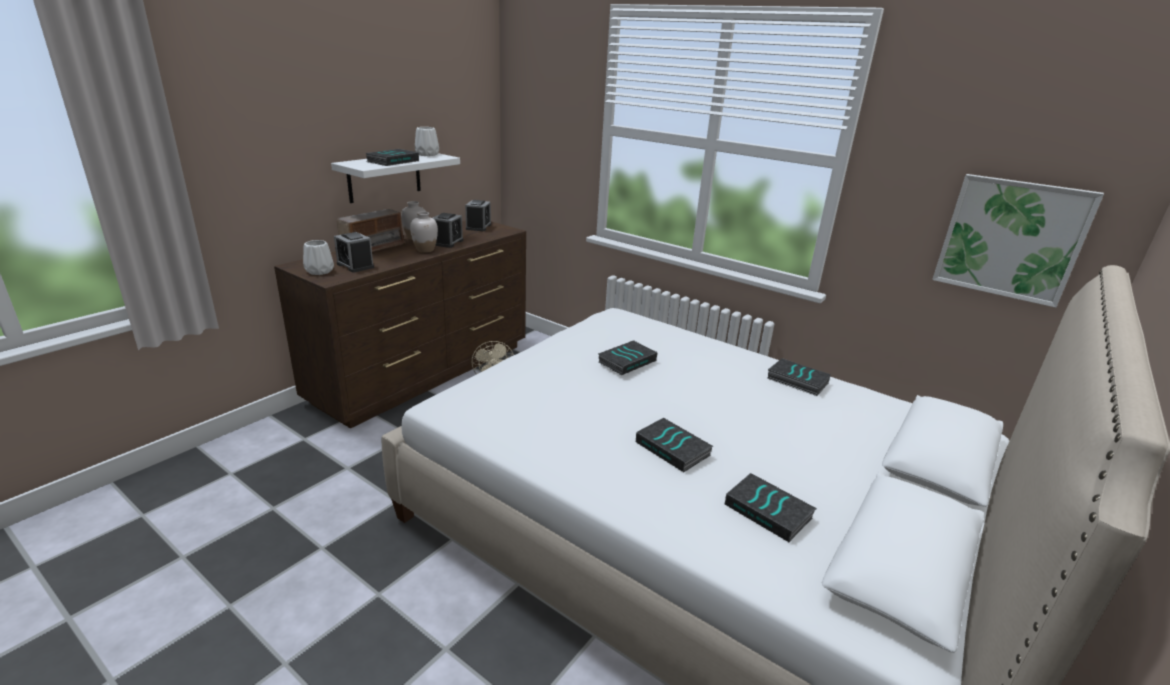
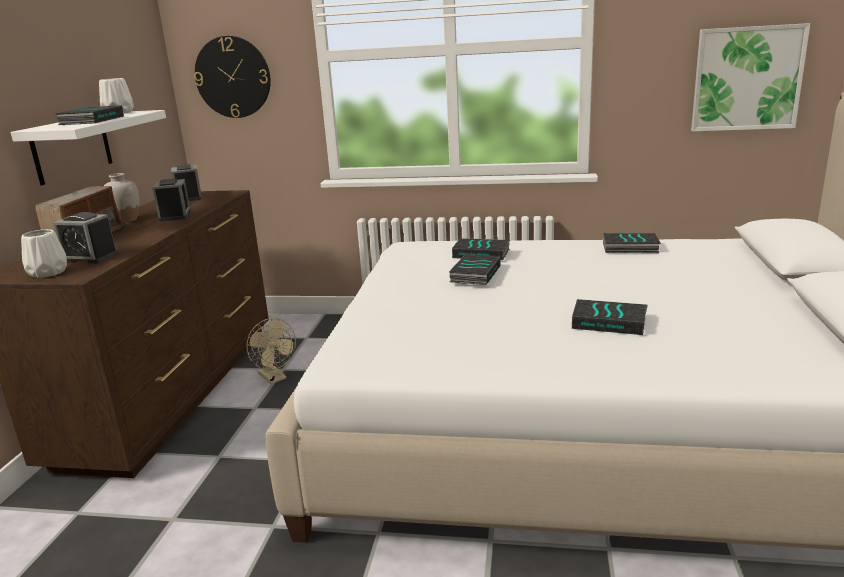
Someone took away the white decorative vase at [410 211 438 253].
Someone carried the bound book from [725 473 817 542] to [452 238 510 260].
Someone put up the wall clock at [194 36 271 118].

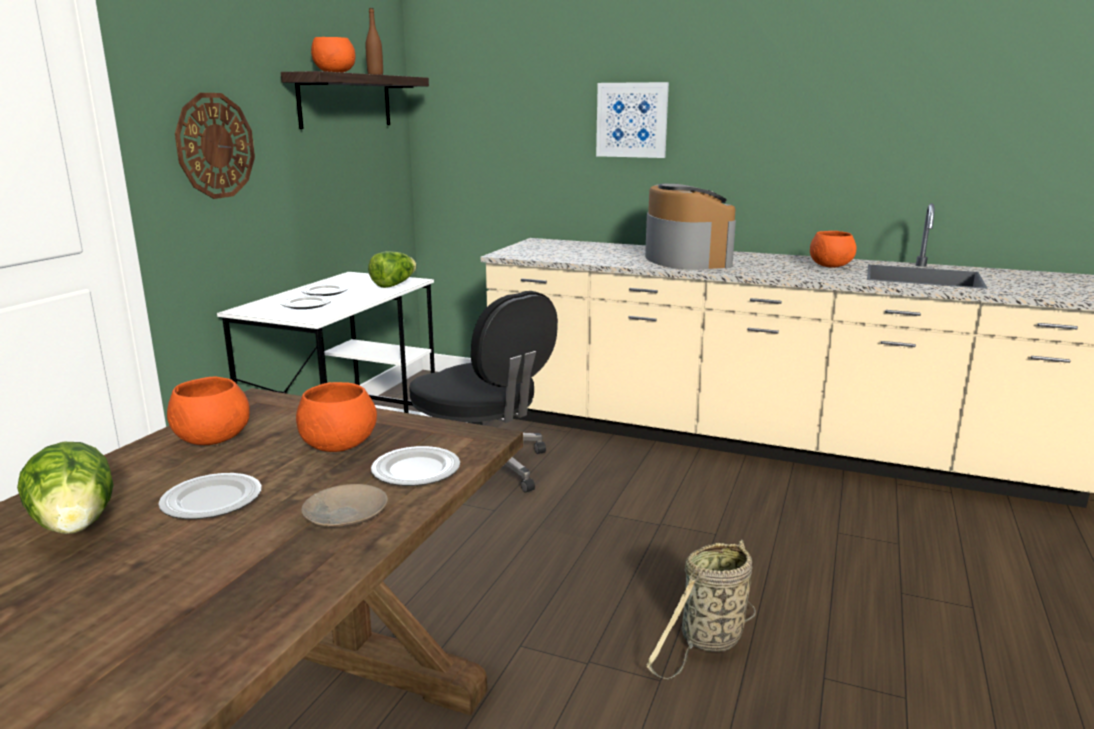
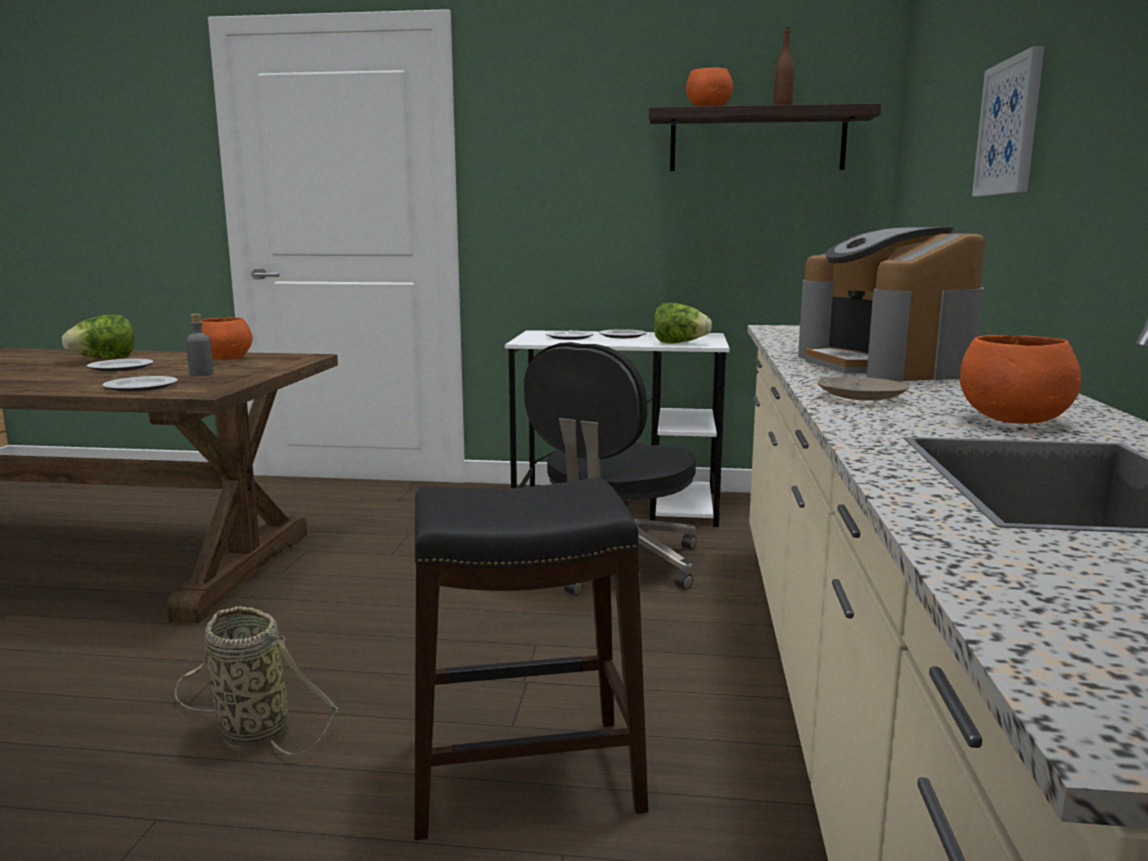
Someone took away the wall clock at [175 93 255 199].
Someone rotated the coffee brewer at [645 183 736 270] by 105 degrees clockwise.
Someone swapped the orangey serving bowl at [296 382 377 452] for the grey beverage bottle at [186 314 213 376].
Someone carried the sand-coloured flat dish from [301 484 388 527] to [817 377 909 401].
Someone put down the black stool at [414 477 648 840].

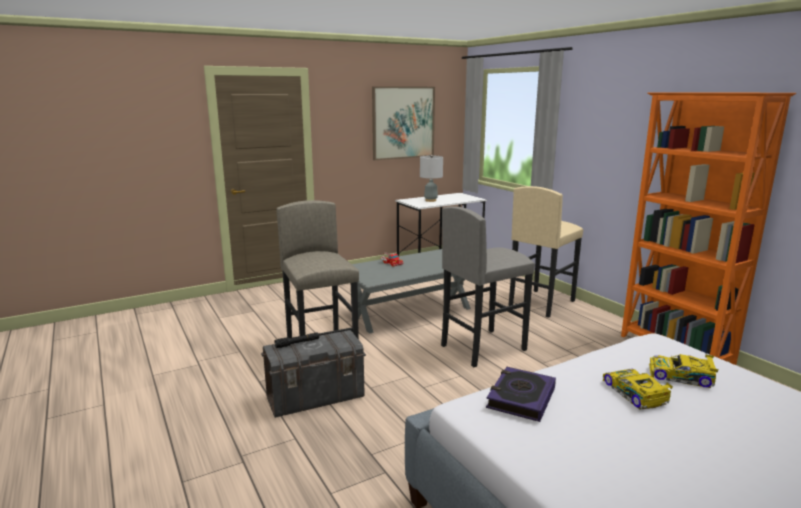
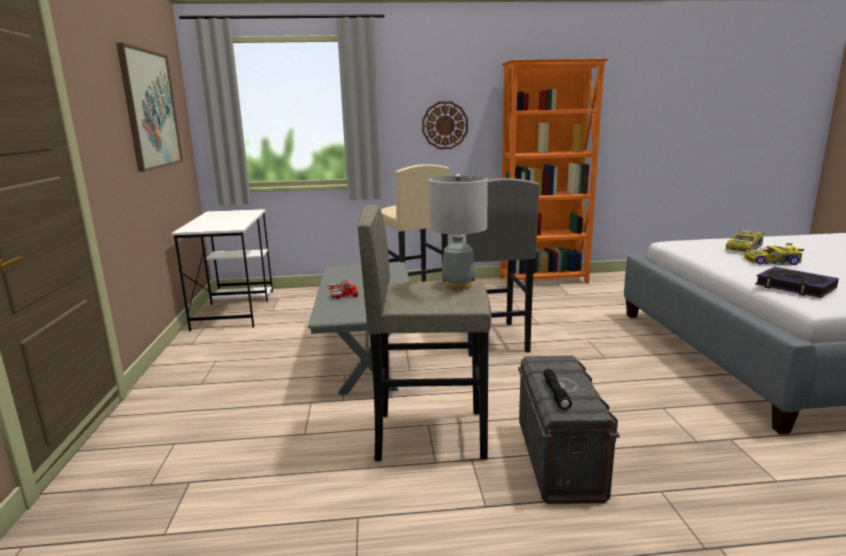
Someone carried the grey table lamp from [420 155 443 202] to [429 174 488 290].
Someone put up the wall clock at [422 101 468 149].

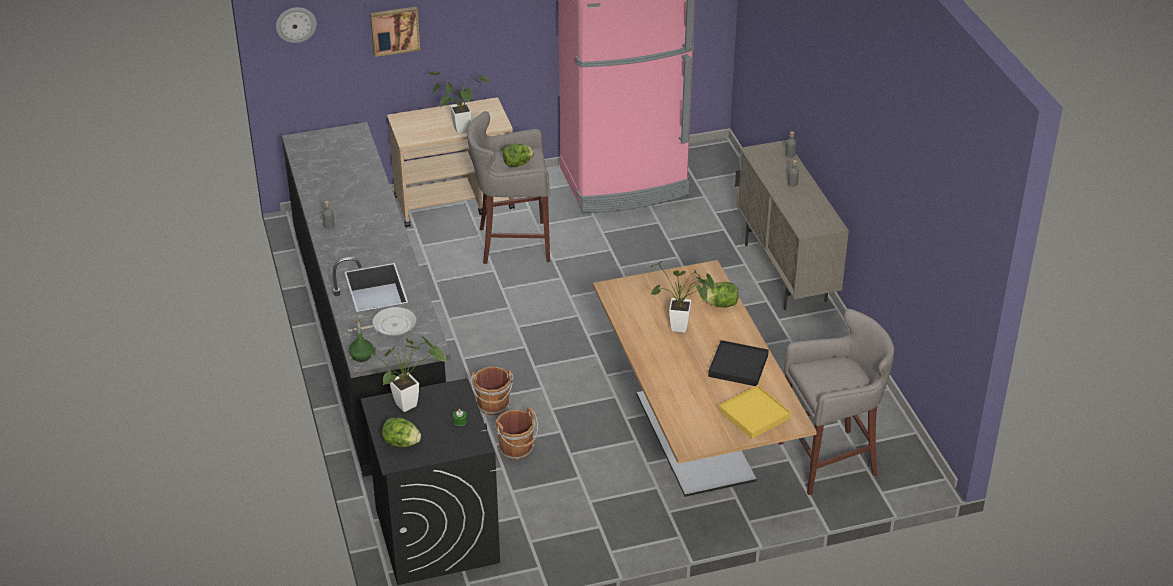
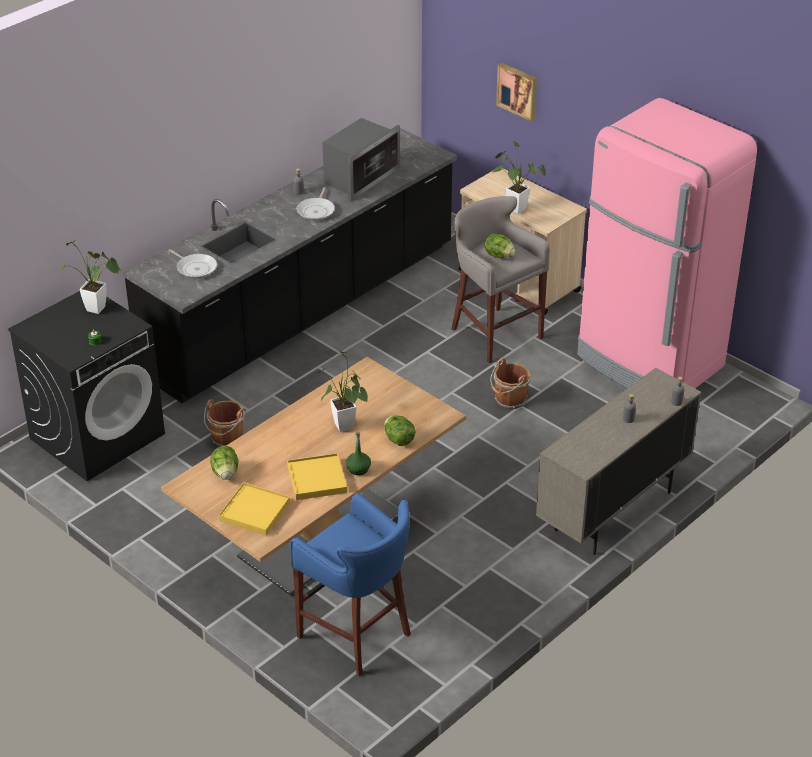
Someone took away the wall clock at [276 7 317 43].
Someone repainted the grey stool at [779 309 894 495], which became the blue-coloured stool at [290 493 411 676].
Someone carried the green-coloured beverage bottle from [349 319 374 362] to [346 432 371 475].
Someone repainted the black tray at [708 340 769 386], which became the yellow-coloured tray at [287 453 347 500].
Someone carried the brown pail from [471 366 513 415] to [490 358 531 409].
Someone carried the head of lettuce from [382 417 421 447] to [210 446 239 480].
Someone put down the microwave oven at [322 118 400 202].
Someone put down the skillet at [296 187 335 221].

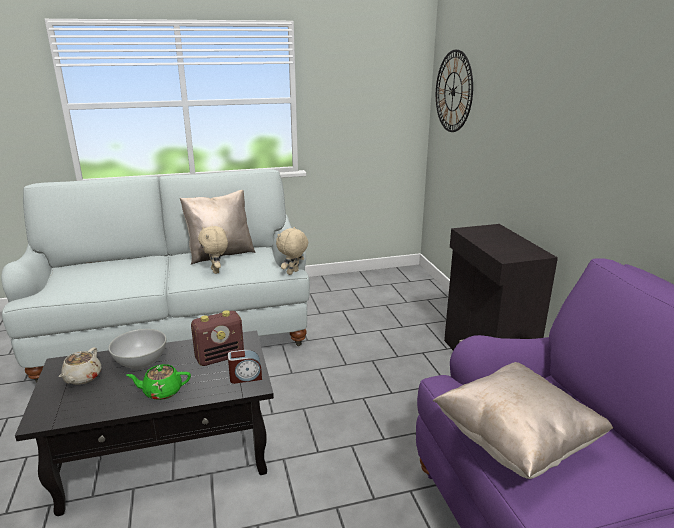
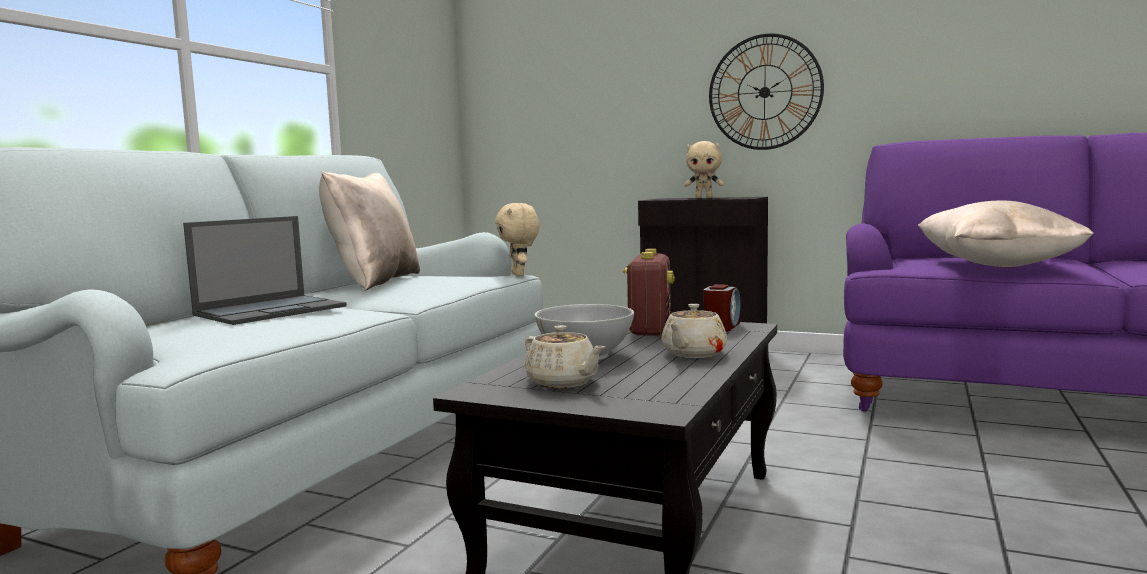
Someone carried the wall clock from [436 49 473 132] to [709 33 824 150].
Someone carried the sand-coloured plush toy from [198 226 228 274] to [684 141 724 198].
Someone repainted the green-coloured tea pot at [126 364 191 400], which became the sand-coloured tea pot at [661 304 727 358].
Someone put down the notebook computer at [183 216 347 325].

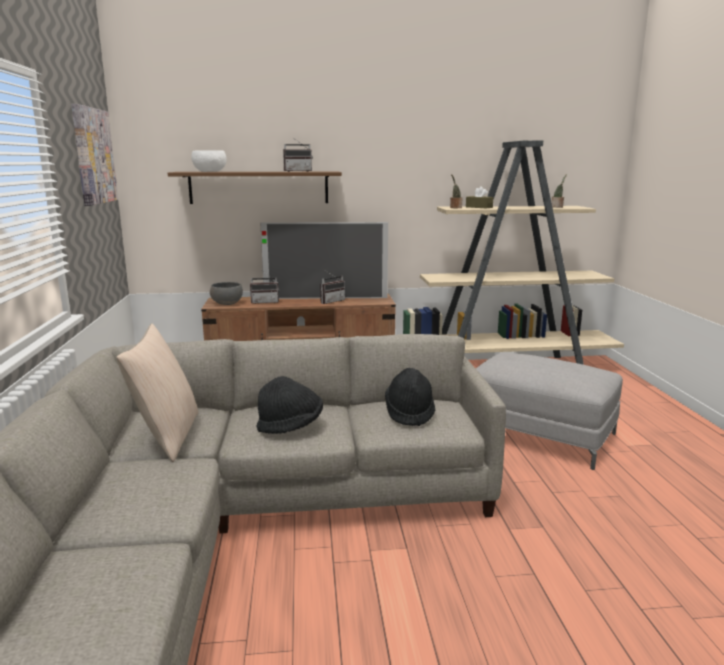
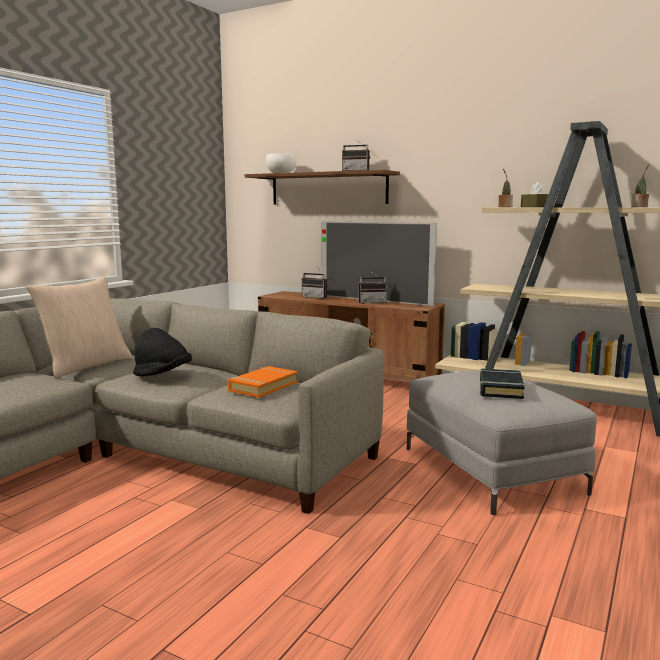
Someone took away the wall art at [71 104 118 206].
Someone took away the grey serving bowl at [210 282 243 305].
Someone swapped the black wearable hat at [385 368 435 426] for the orangey bound book at [228 366 298 398].
Someone put down the black bound book at [479 368 525 399].

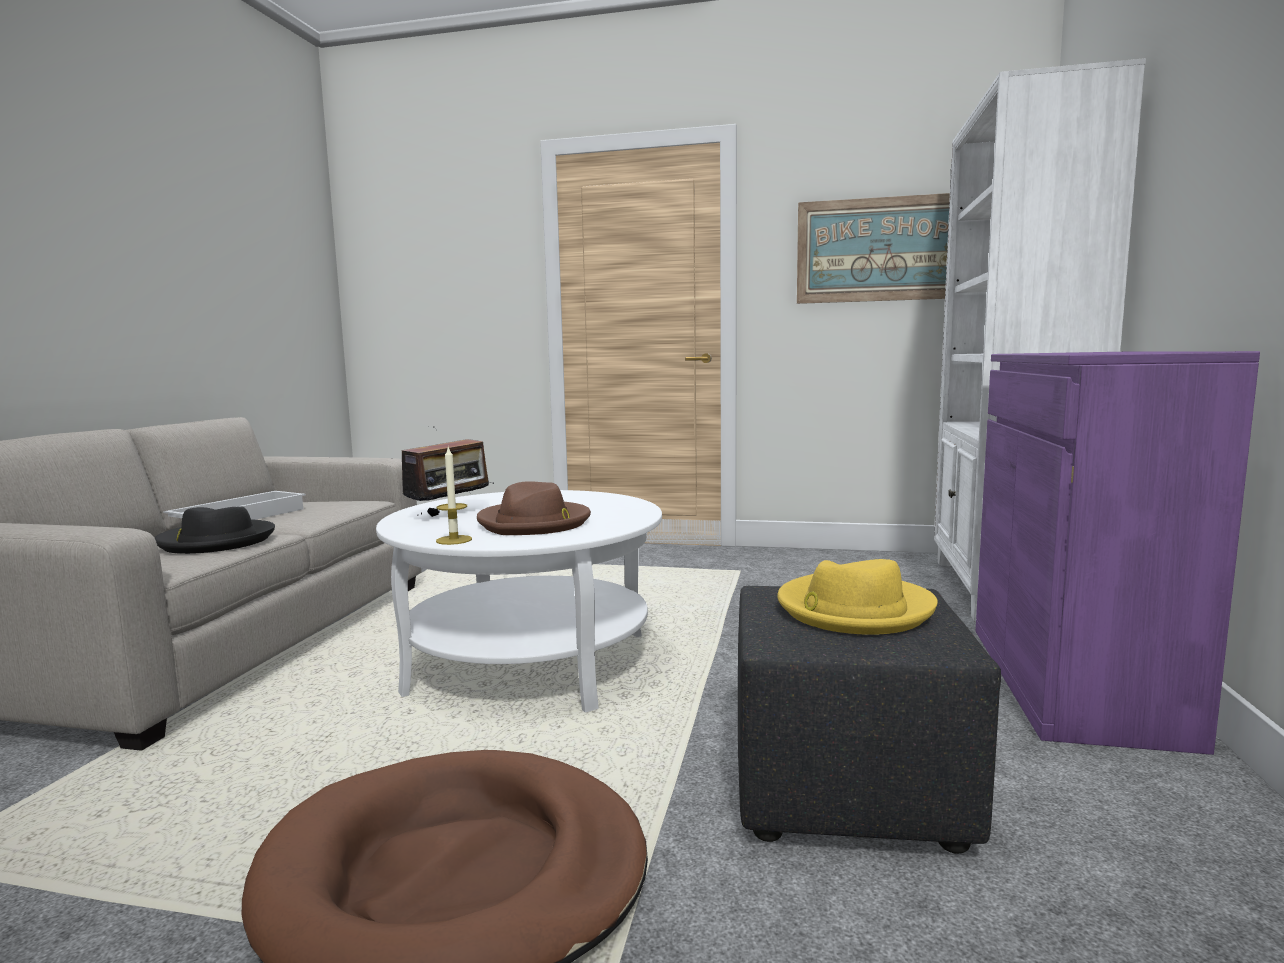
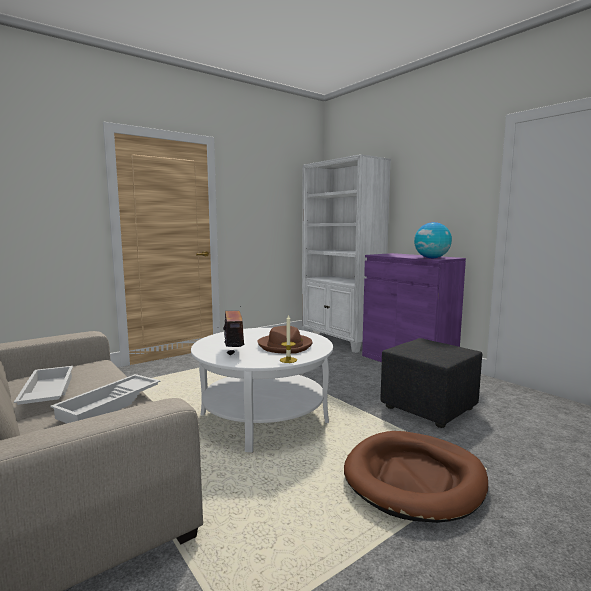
Someone took away the wall art at [797 193 950 304].
Someone swapped the black wearable hat at [155 506 275 554] for the white tray at [50 374 161 423].
Someone took away the yellow-coloured wearable hat at [777 559 938 635].
Someone put down the world globe at [414 222 452 258].

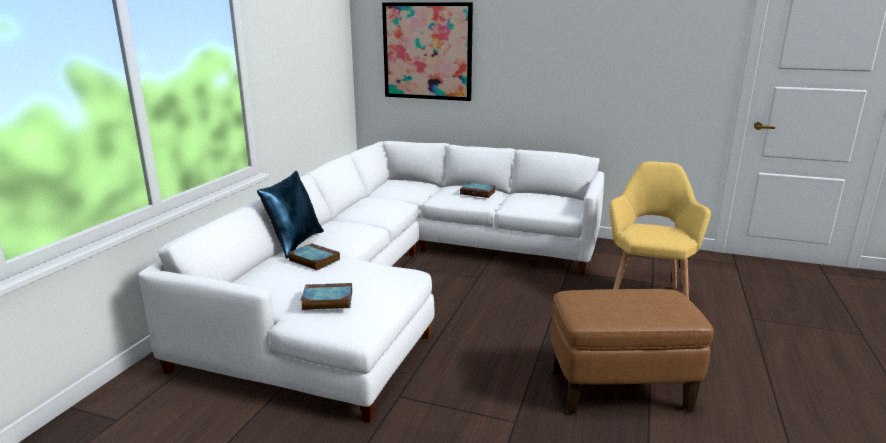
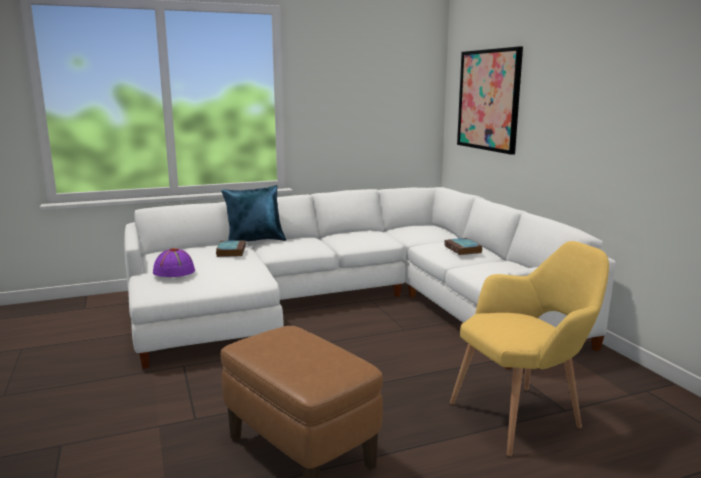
Someone swapped the bound book at [301 283 352 310] for the purple-coloured wearable hat at [153 248 195 277].

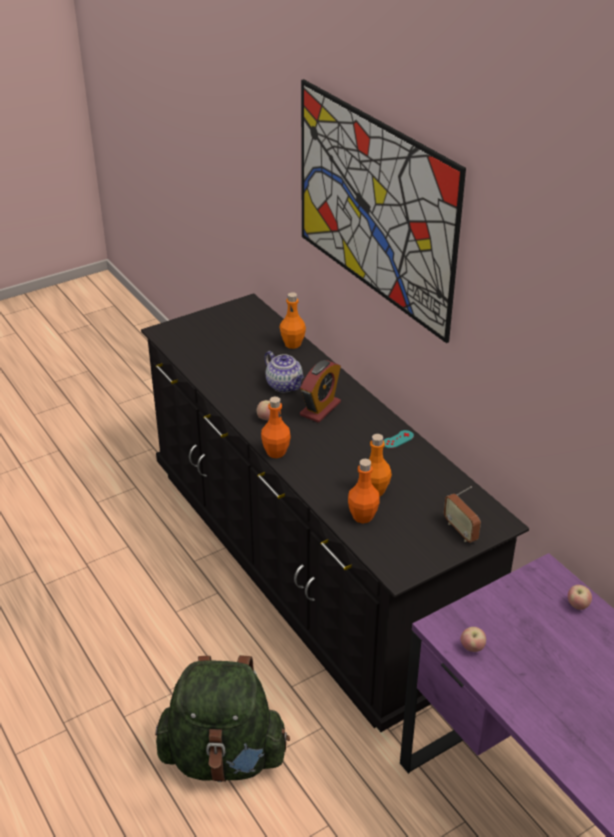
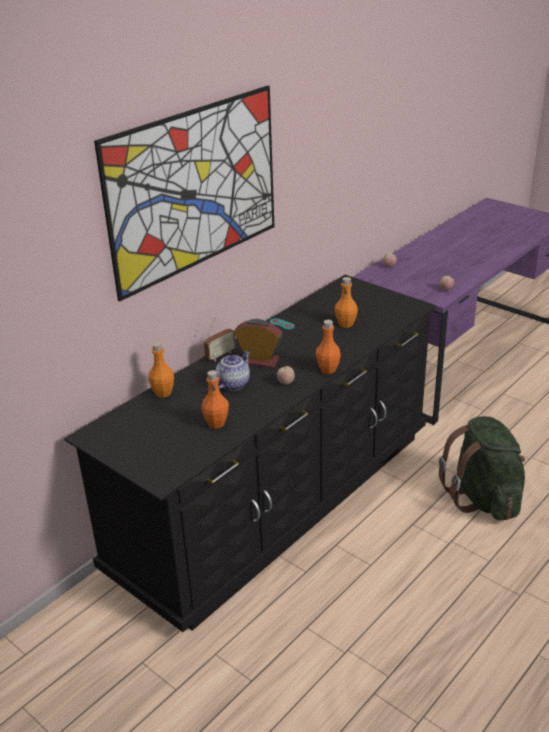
Someone carried the orangey beverage bottle from [348 459 379 524] to [201 370 229 429].
Someone carried the radio receiver from [444 486 481 543] to [204 317 236 361].

